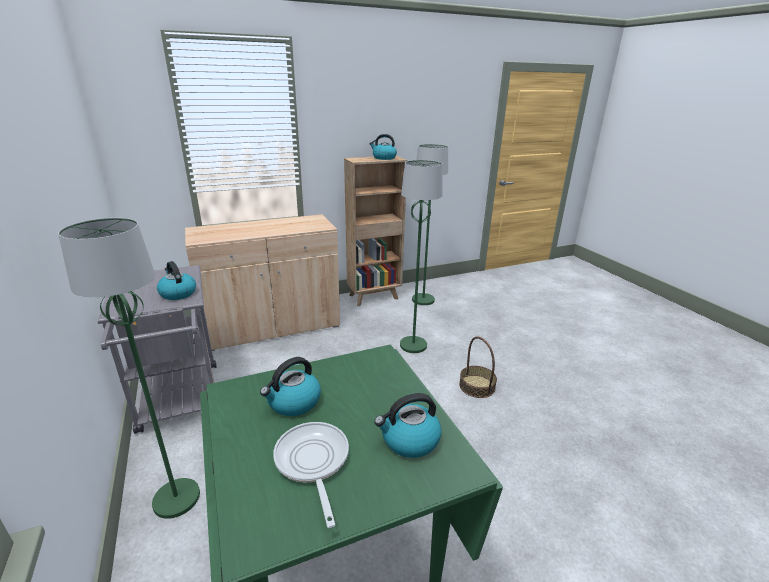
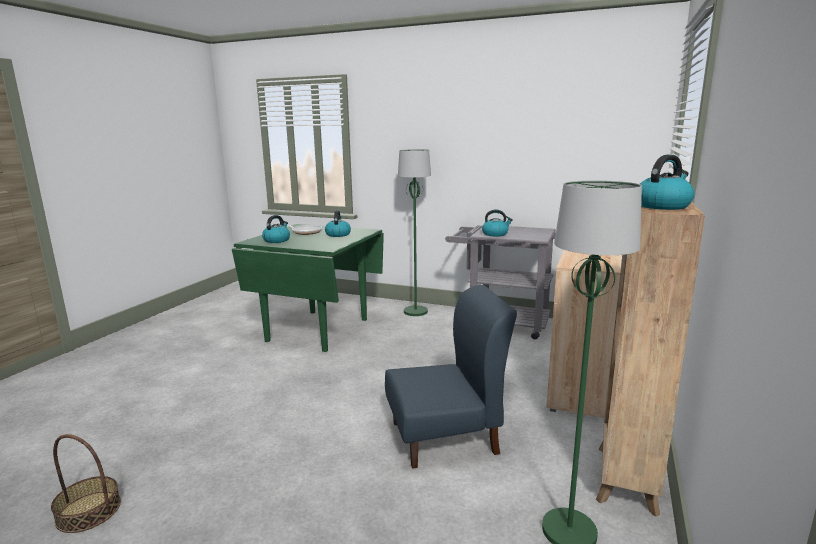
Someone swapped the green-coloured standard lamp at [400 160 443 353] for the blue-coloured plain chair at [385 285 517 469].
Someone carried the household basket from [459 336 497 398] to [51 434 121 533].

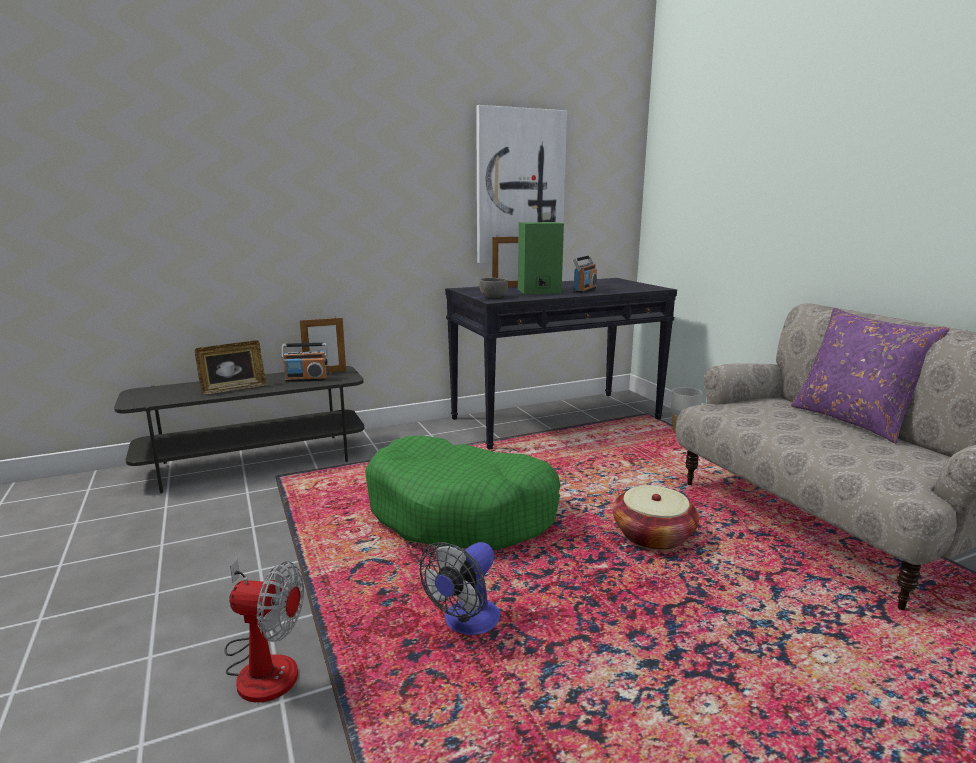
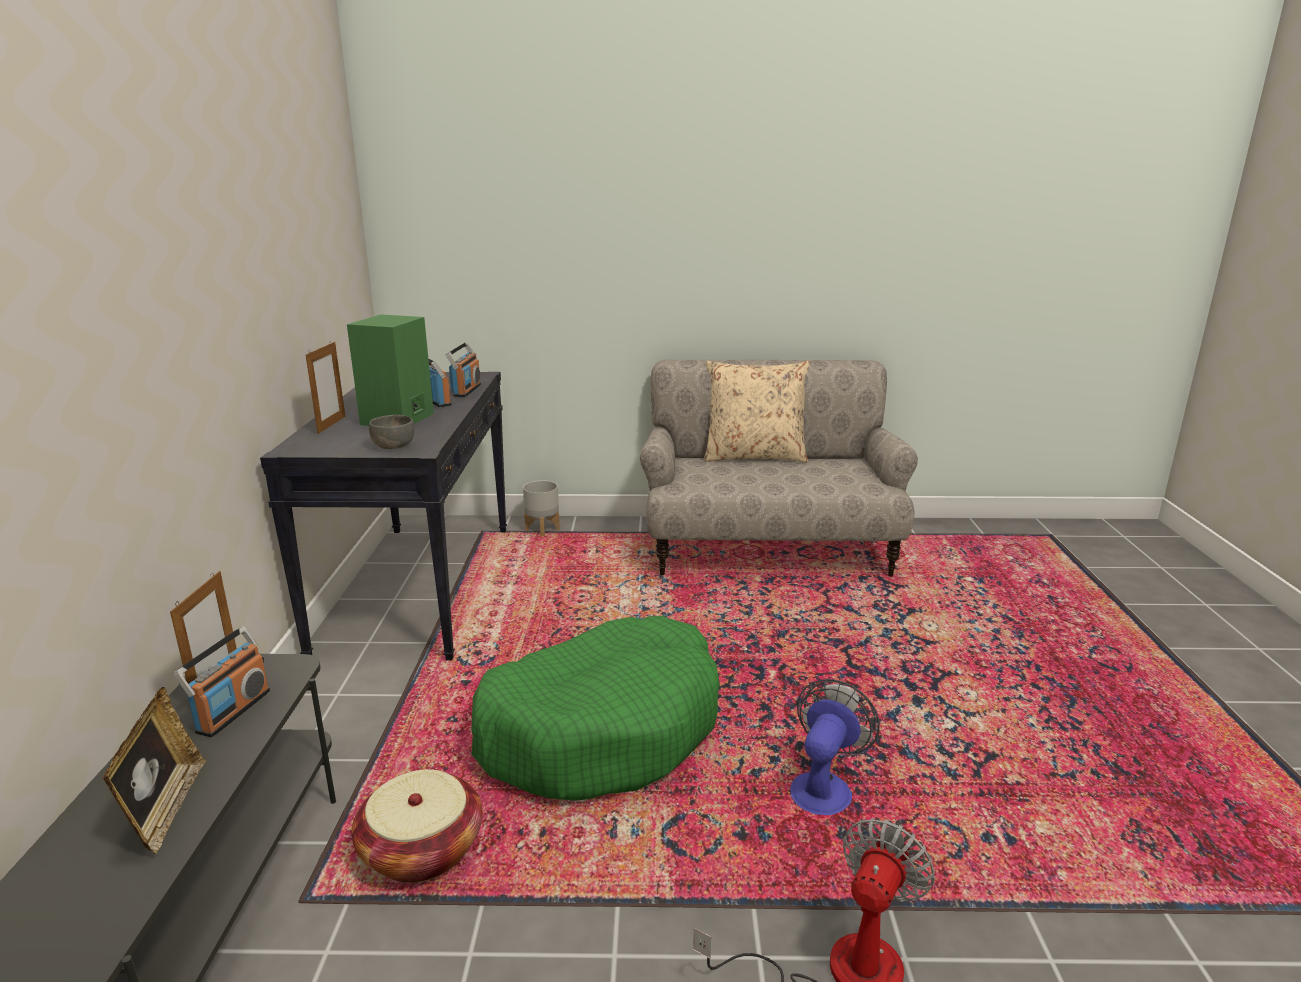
Someone took away the wall art at [476 105 567 263].
Someone repainted the purple-coloured cushion at [791 308 949 443], which became the sand-coloured cushion at [704 361 810 462].
Someone carried the household basket from [613 485 699 550] to [352 769 482 883].
Someone rotated the cooling fan at [420 542 500 635] by 120 degrees counterclockwise.
Someone put down the radio receiver at [446 342 481 397].

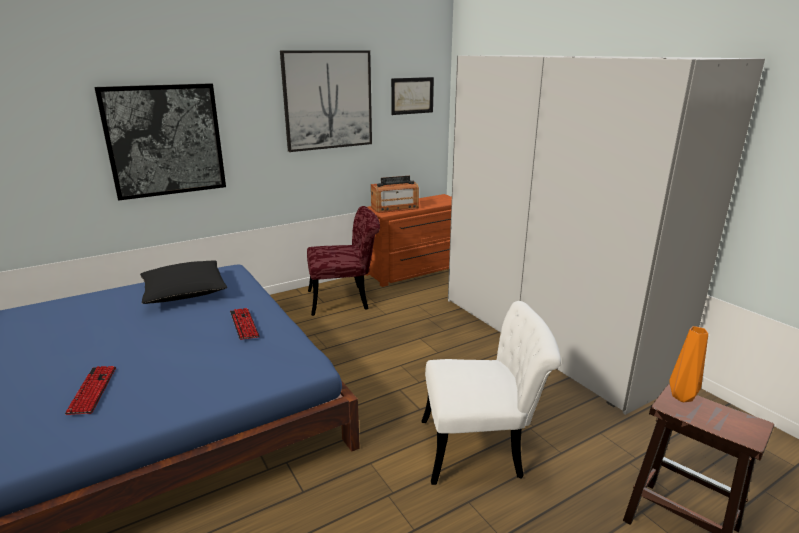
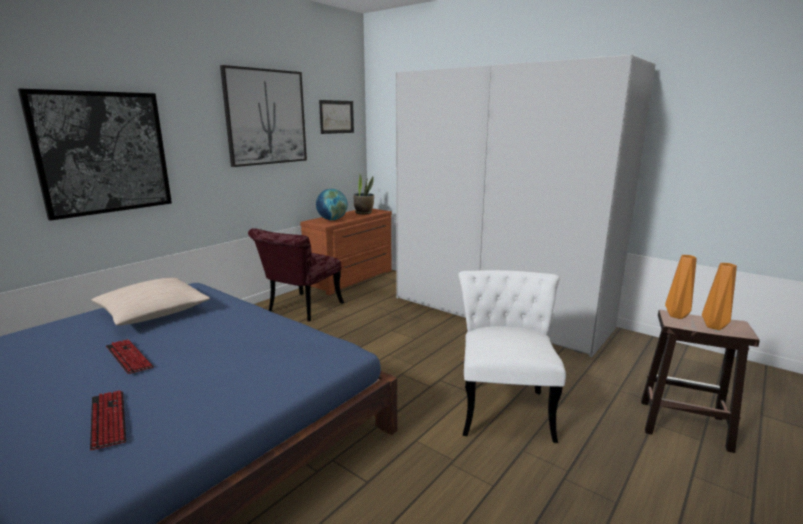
Someone swapped the radio receiver at [371 176 419 213] for the world globe at [316 189 348 220].
Someone rotated the red plain chair at [307 206 380 316] by 150 degrees clockwise.
Someone repainted the black cushion at [140 261 227 304], which became the sand-coloured cushion at [91 278 210 326].
Someone rotated the white plain chair at [422 301 561 485] by 60 degrees counterclockwise.
Someone carried the computer keyboard from [230 308 260 340] to [106 339 154 374].
Someone put down the potted plant at [354 174 374 214].
Someone put down the orangey decorative vase at [702 263 737 330].

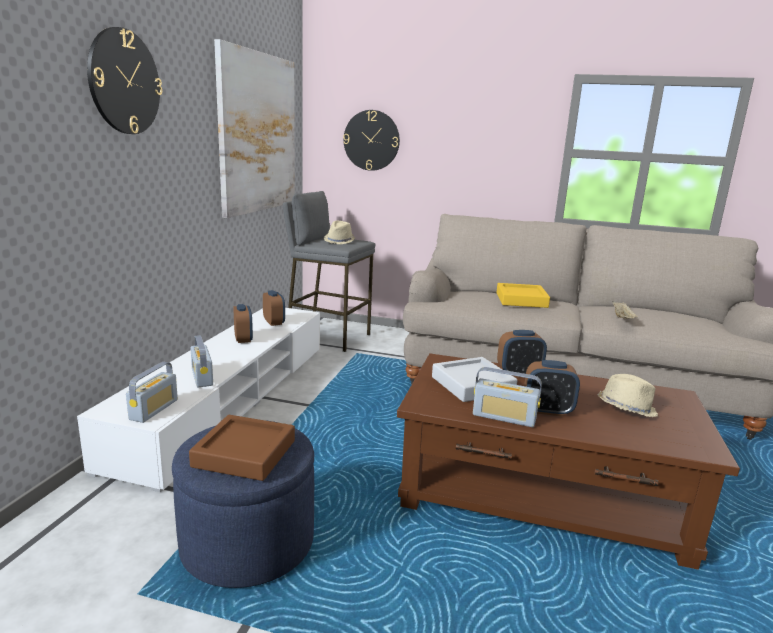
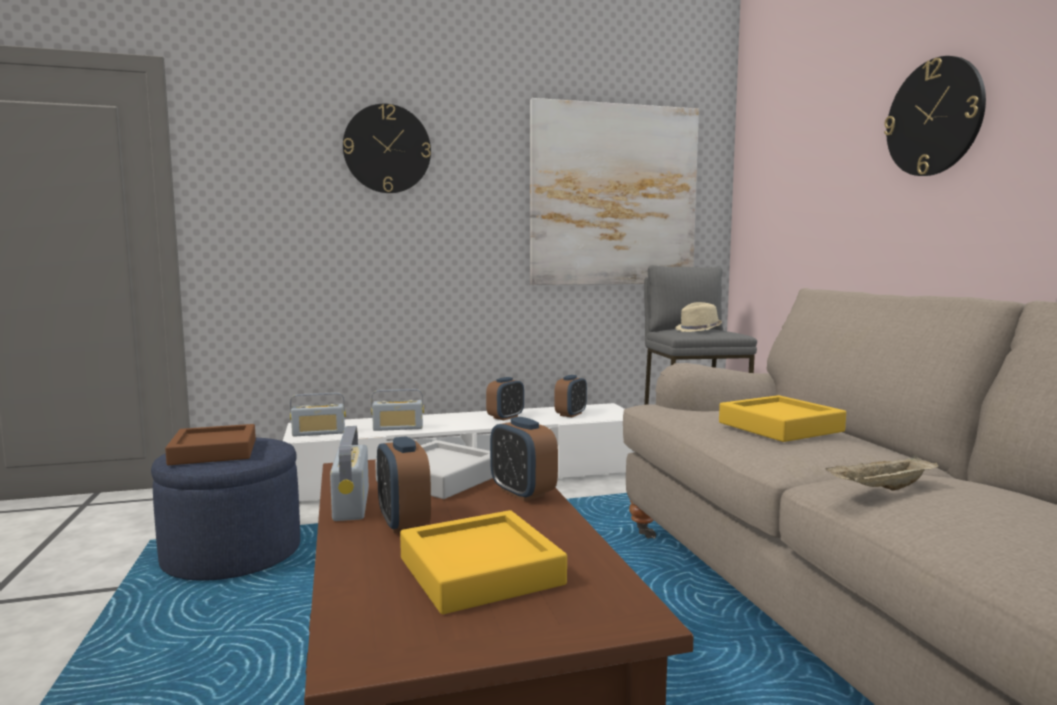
Someone carried the wall clock from [343 110 400 171] to [884 56 986 176].
Someone rotated the radio receiver at [191 335 213 387] by 135 degrees counterclockwise.
Someone swapped the sand-coloured wearable hat at [598 374 658 417] for the yellow-coloured tray at [400 510 567 614].

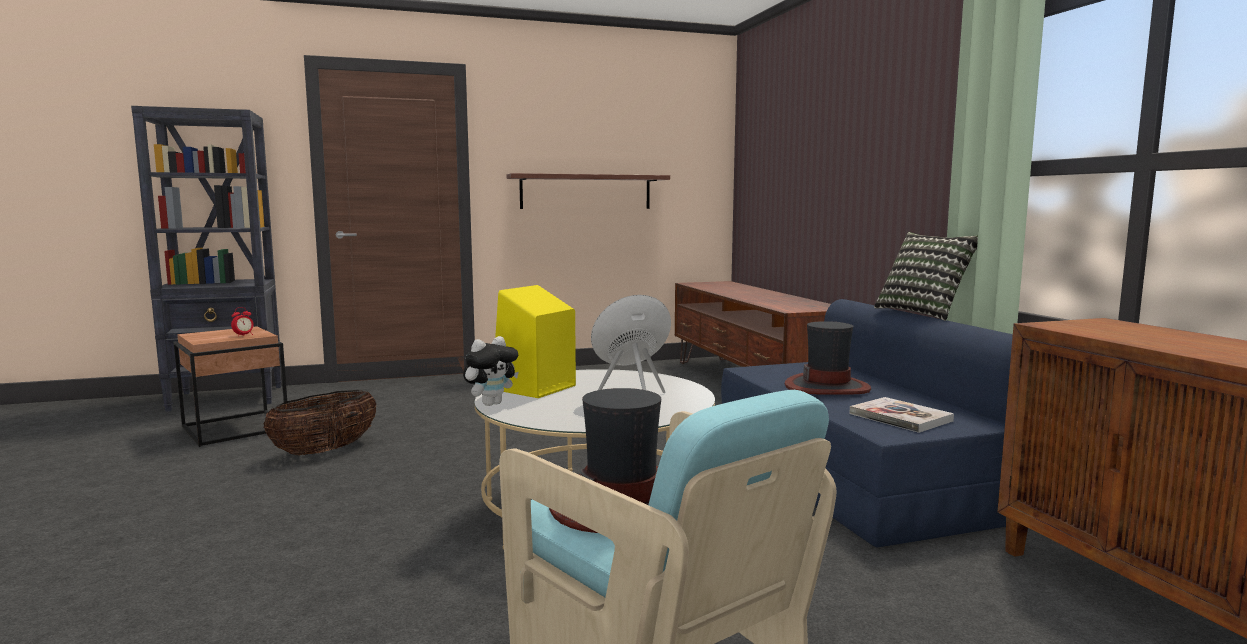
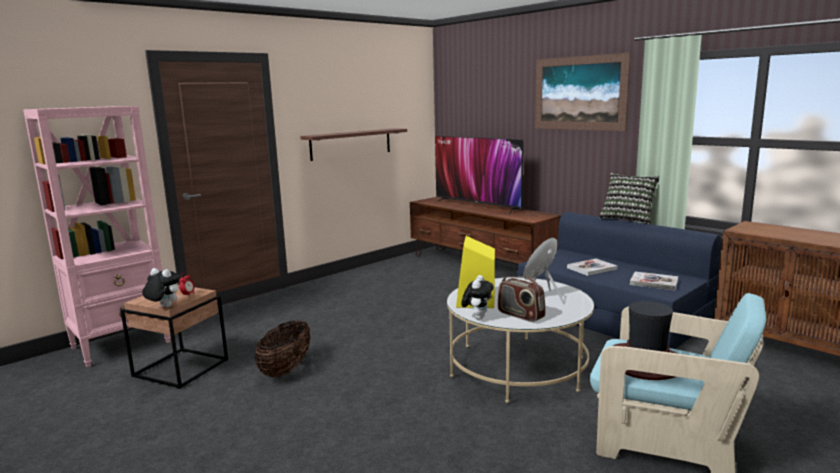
Someone repainted the black bookcase at [131 106 282 412], which became the pink-coloured bookcase at [23 106 171 367].
Someone swapped the wearable hat at [785 321 871 395] for the bound book at [567 259 617 276].
Someone put up the wall art at [535 53 631 131].
Someone put down the TV at [434 136 524 215].
Someone put down the plush toy at [142 268 180 307].
Someone put down the radio receiver at [497 276 546 322].

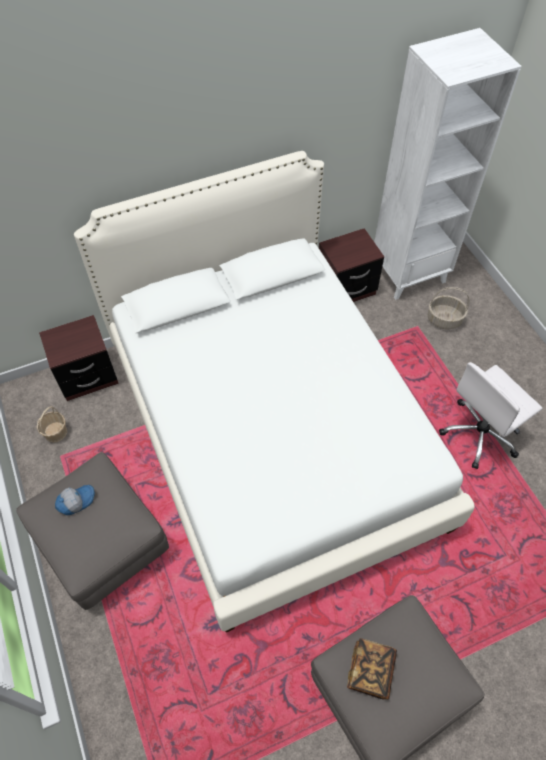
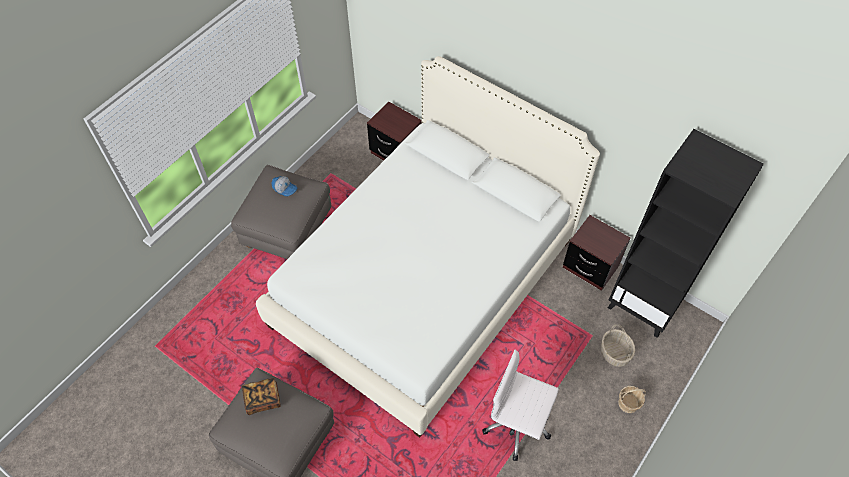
Someone repainted the white bookcase at [374 28 522 300], which became the black bookcase at [608 129 764 338].
Someone carried the household basket from [37 406 67 443] to [618 386 646 413].

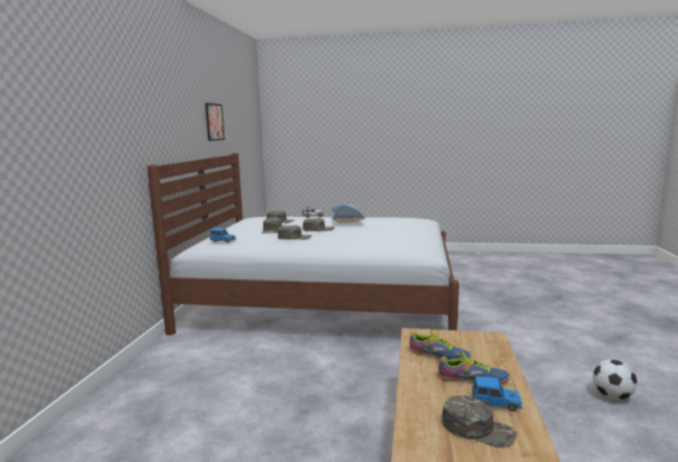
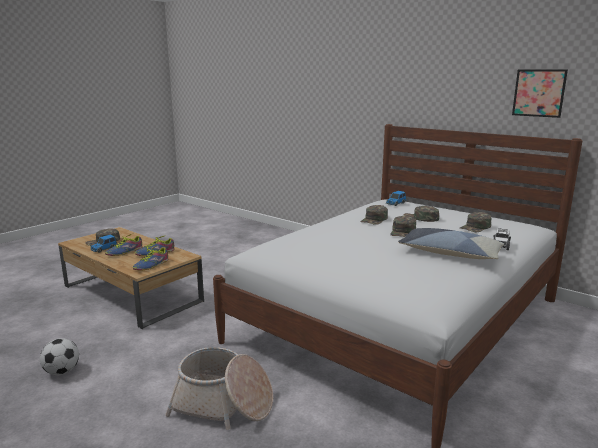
Someone put down the item of footwear at [133 246 168 270].
Someone put down the household basket at [165 347 273 430].

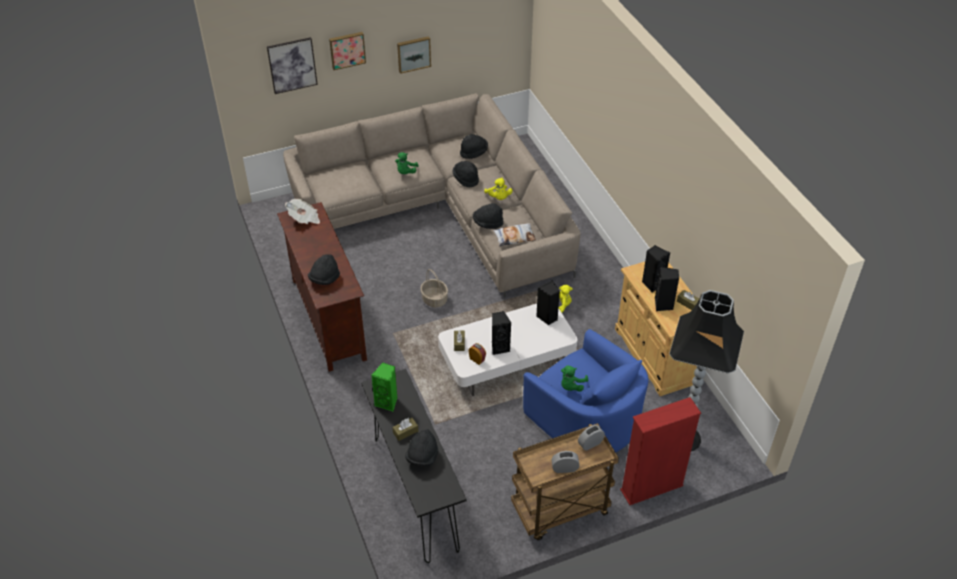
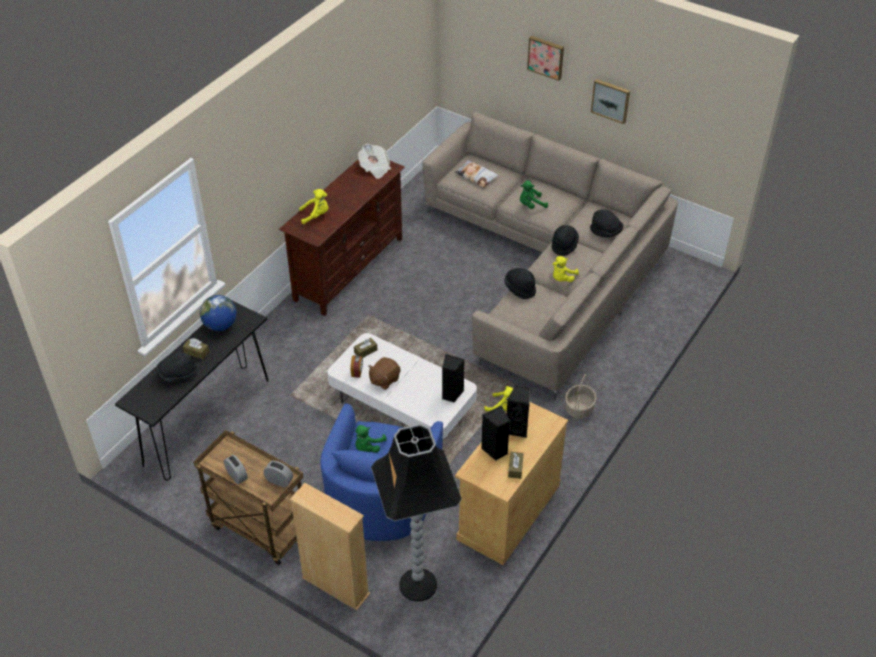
Someone took away the wall art at [267 37 318 94].
Someone carried the cushion from [493 223 536 246] to [455 160 499 188].
Someone swapped the black wearable hat at [308 254 340 285] for the yellow-coloured plush toy at [299 189 328 224].
Someone carried the household basket from [420 269 448 307] to [565 374 597 418].
Someone swapped the black speaker at [492 311 511 355] for the brown plush toy at [368 357 401 390].
Someone swapped the green-coloured speaker at [371 362 398 411] for the world globe at [200 295 237 331].
Someone rotated the green-coloured plush toy at [561 365 588 391] by 60 degrees counterclockwise.
Someone repainted the red bookcase at [620 397 701 505], which became the sand-coloured bookcase at [290 483 370 610].

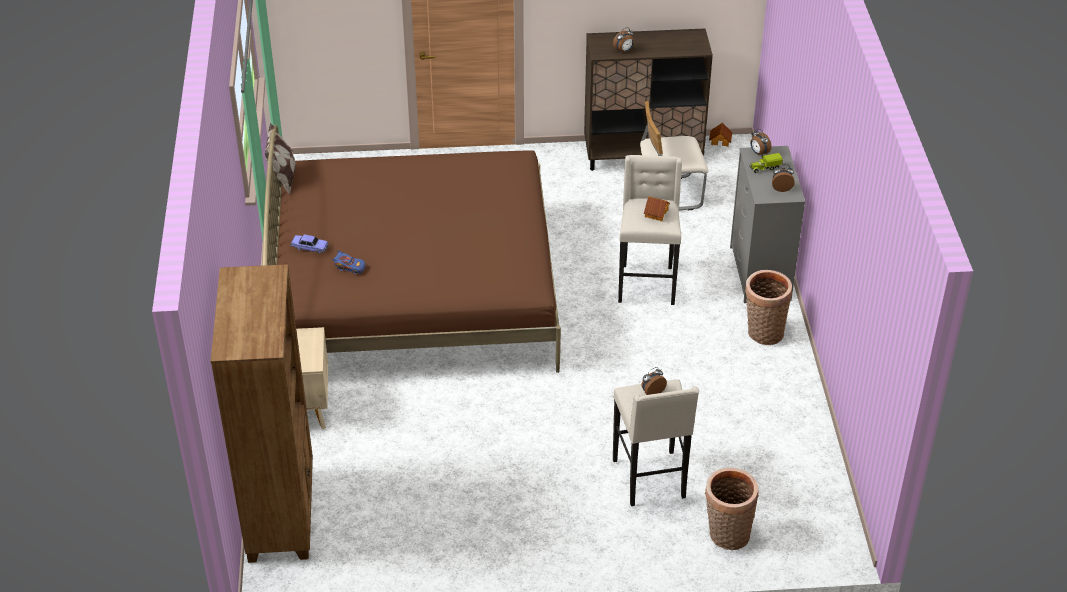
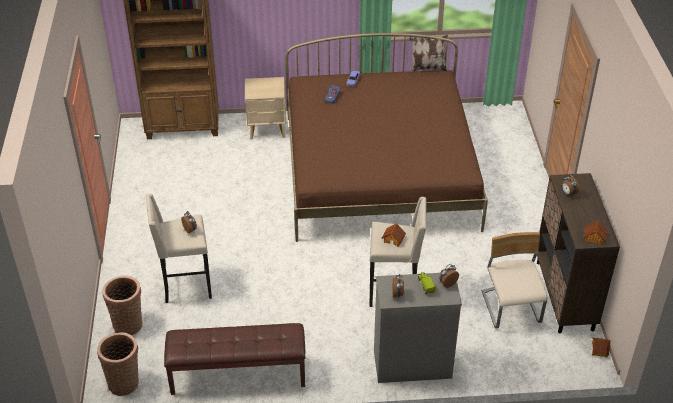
Someone carried the household basket from [745 270 792 345] to [97 332 139 396].
Someone put down the toy house at [584 220 607 245].
Someone put down the brown indoor bench at [164 323 305 395].

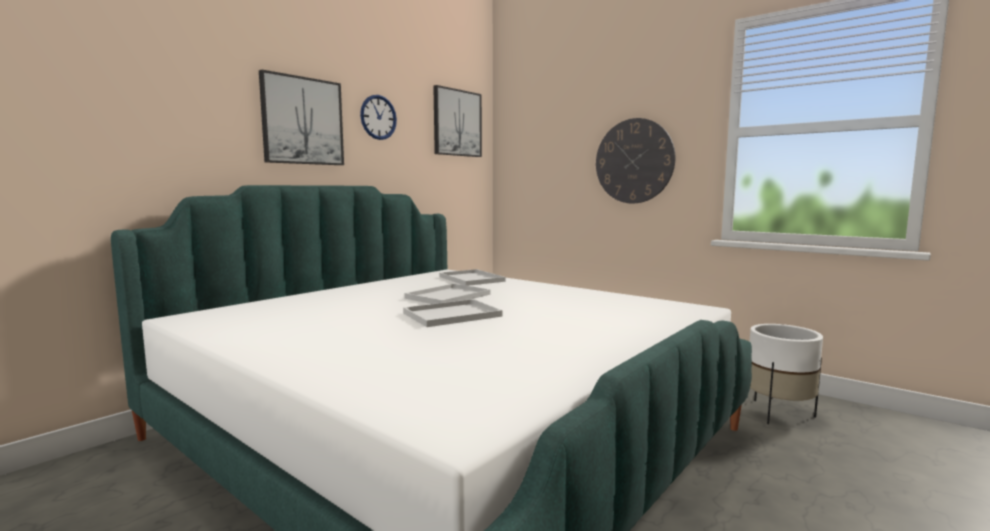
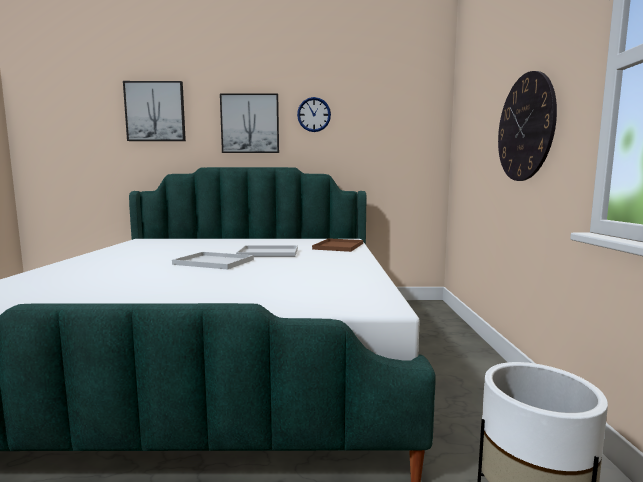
Someone carried the wall art from [433 85 482 157] to [123 81 186 141].
Someone repainted the white tray at [439 269 506 286], which became the brown tray at [312 238 363 252].

